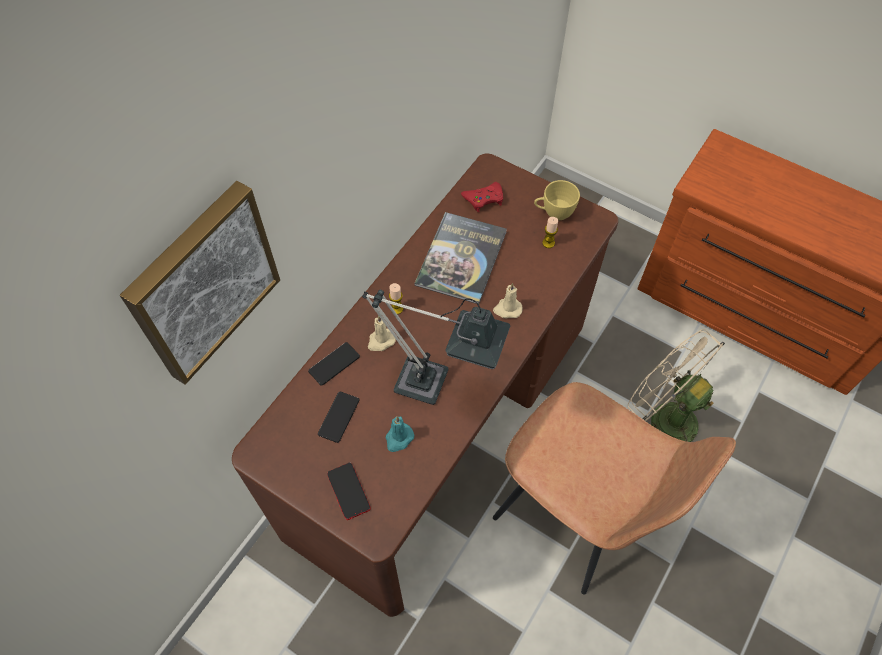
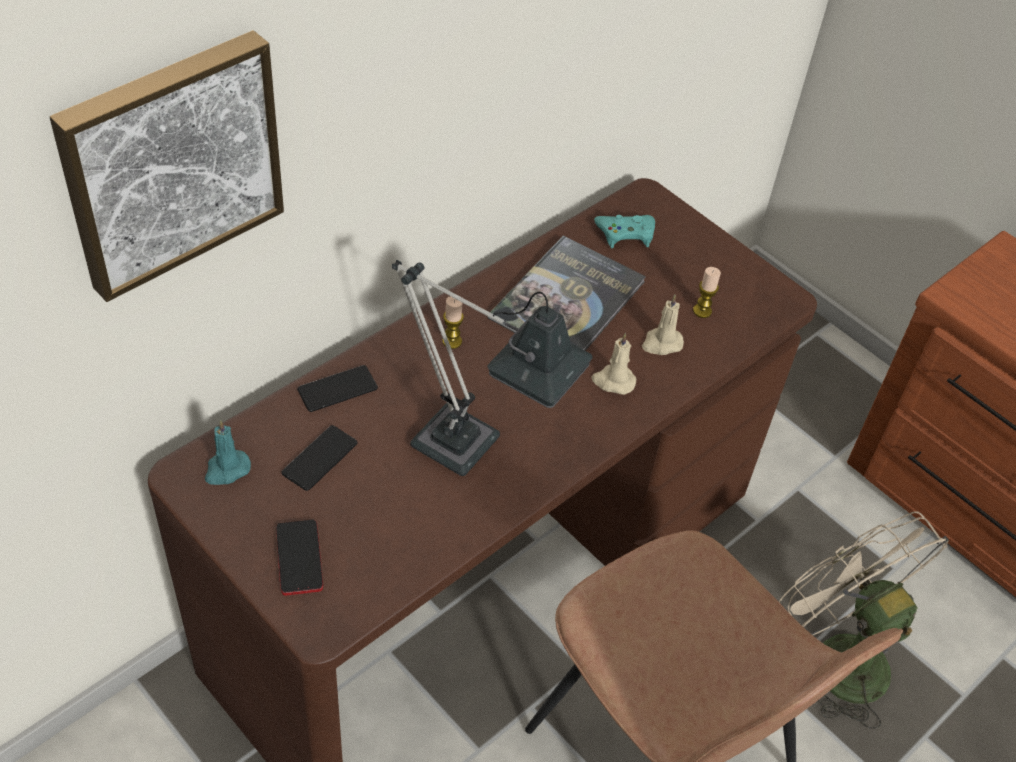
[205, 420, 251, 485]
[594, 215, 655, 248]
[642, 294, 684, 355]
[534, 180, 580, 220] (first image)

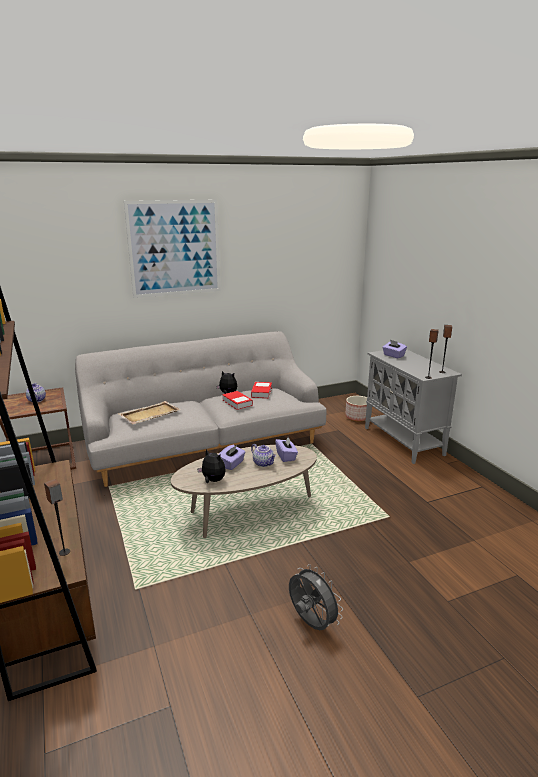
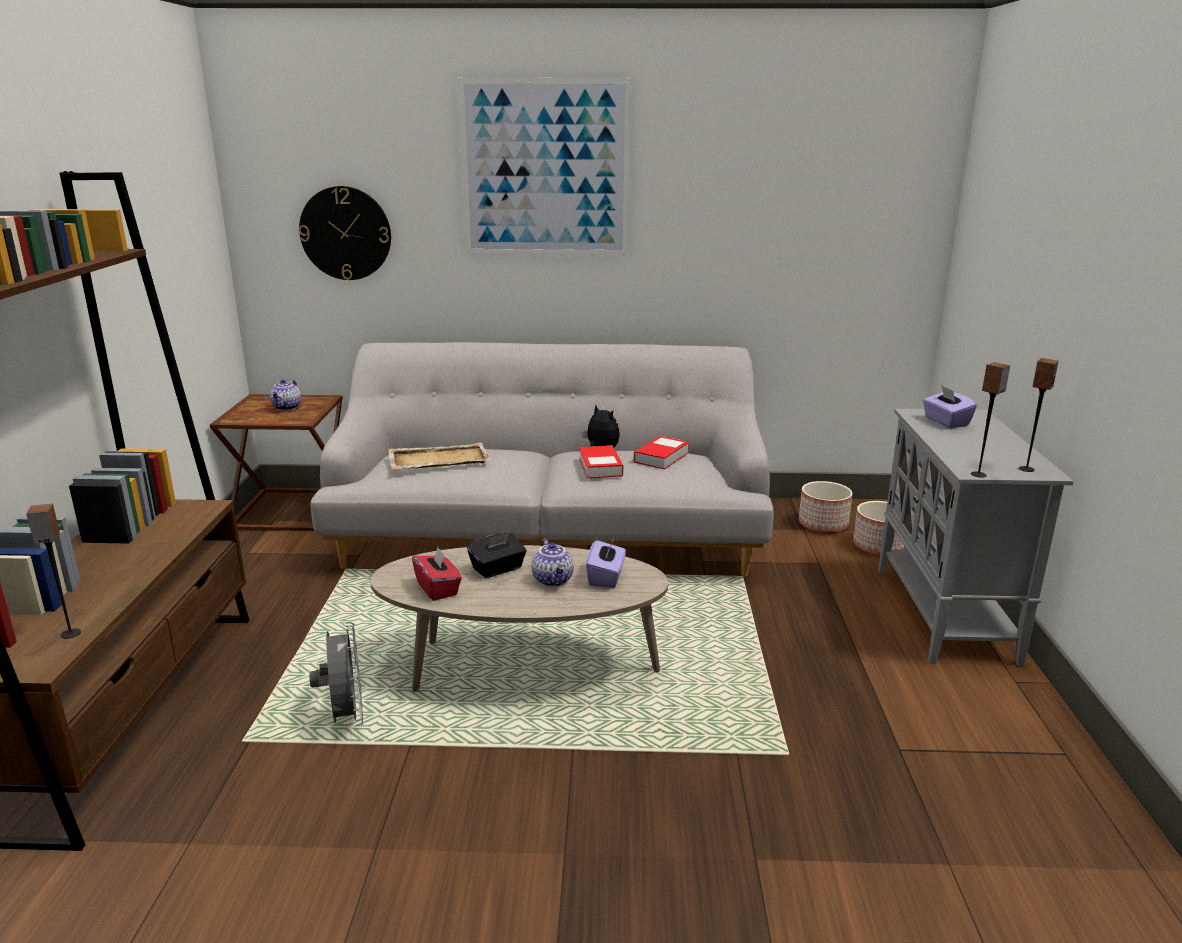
[299, 186, 391, 280]
[309, 622, 363, 726]
[412, 547, 462, 601]
[467, 533, 527, 578]
[799, 481, 853, 533]

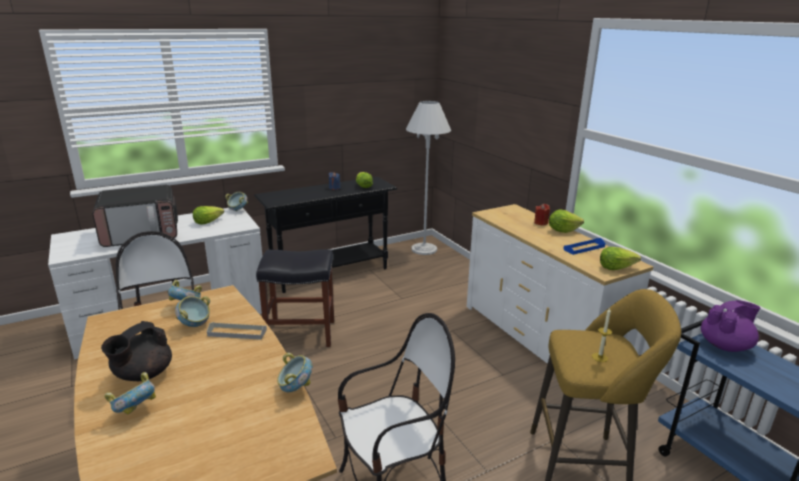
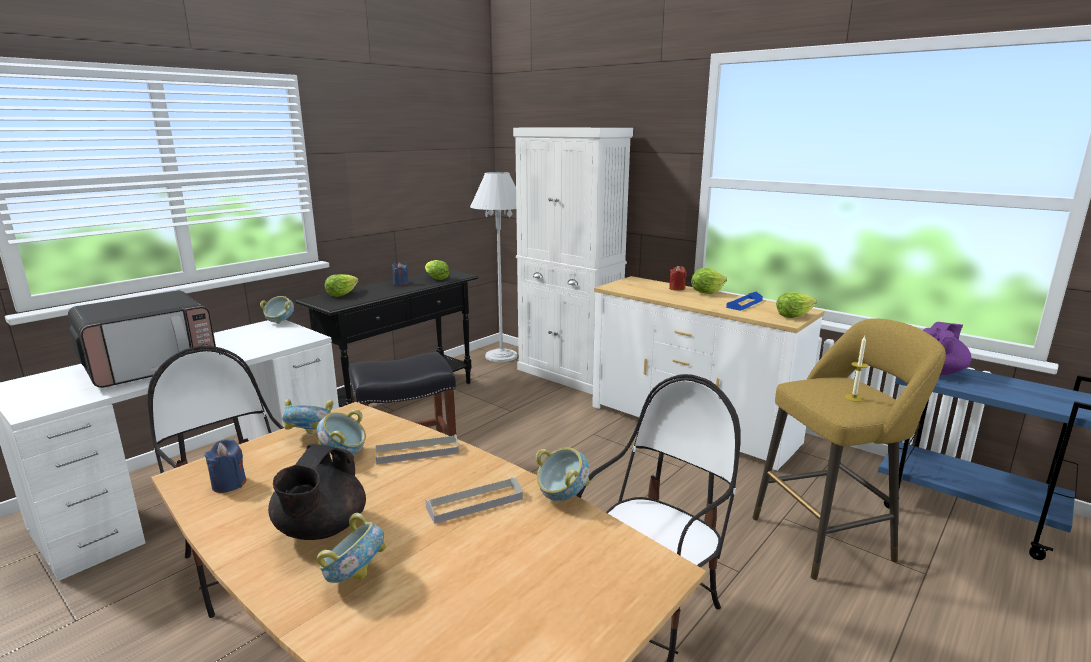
[204, 439, 246, 493]
[325, 274, 359, 297]
[425, 477, 523, 524]
[513, 127, 633, 395]

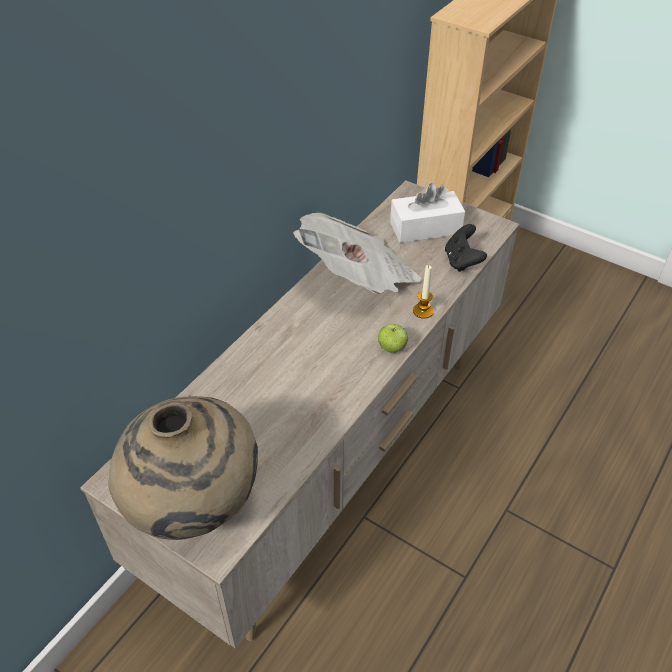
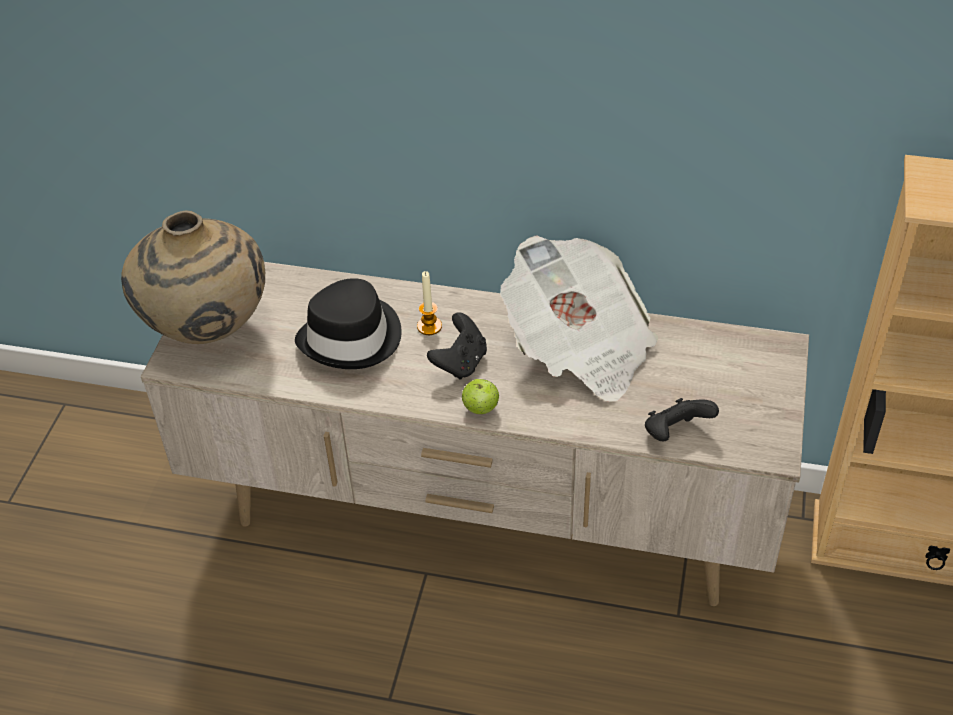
[295, 278, 402, 369]
[417, 271, 442, 335]
[427, 312, 487, 380]
[390, 183, 465, 243] (first image)

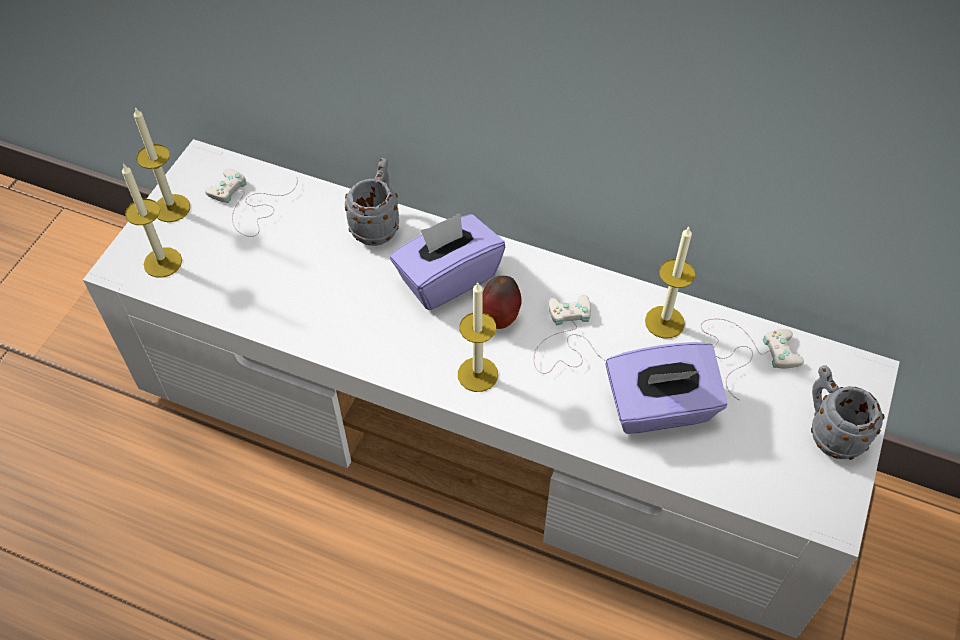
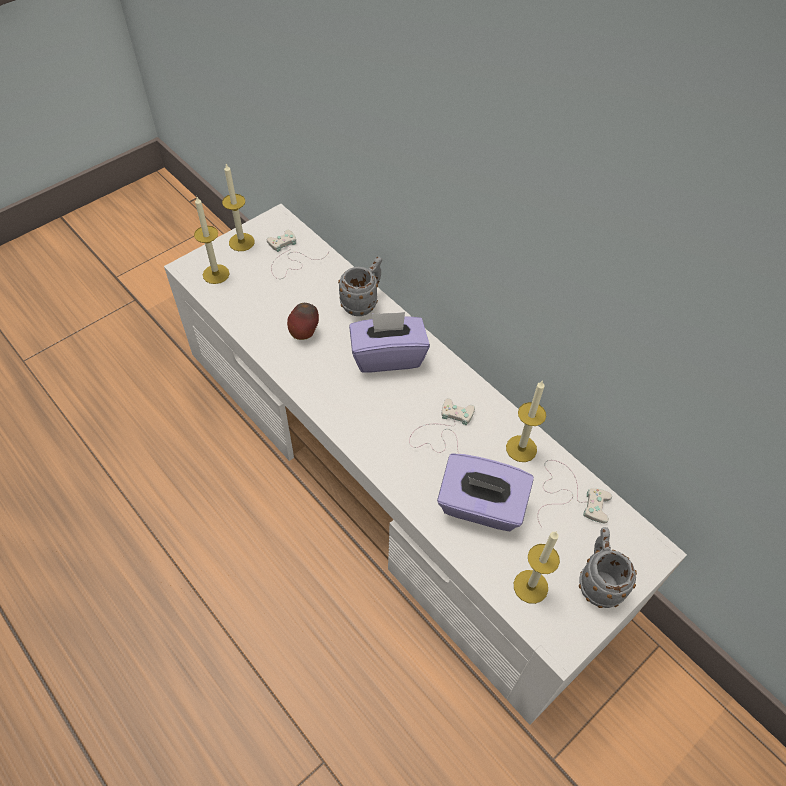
[287, 303, 319, 340]
[514, 531, 560, 604]

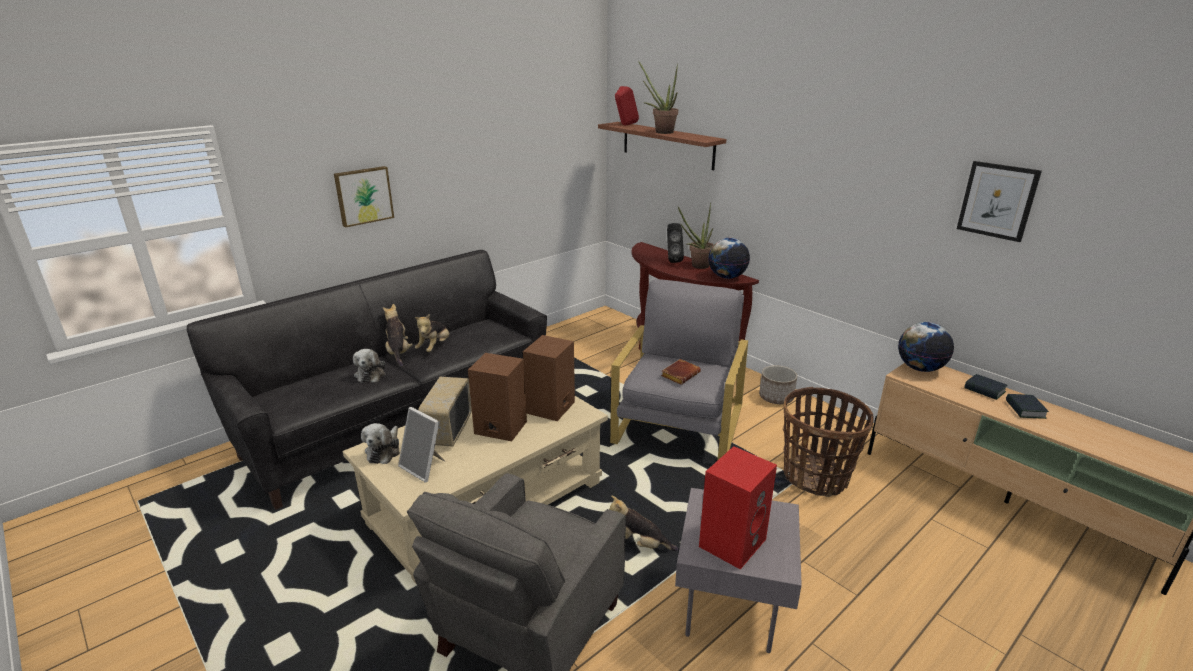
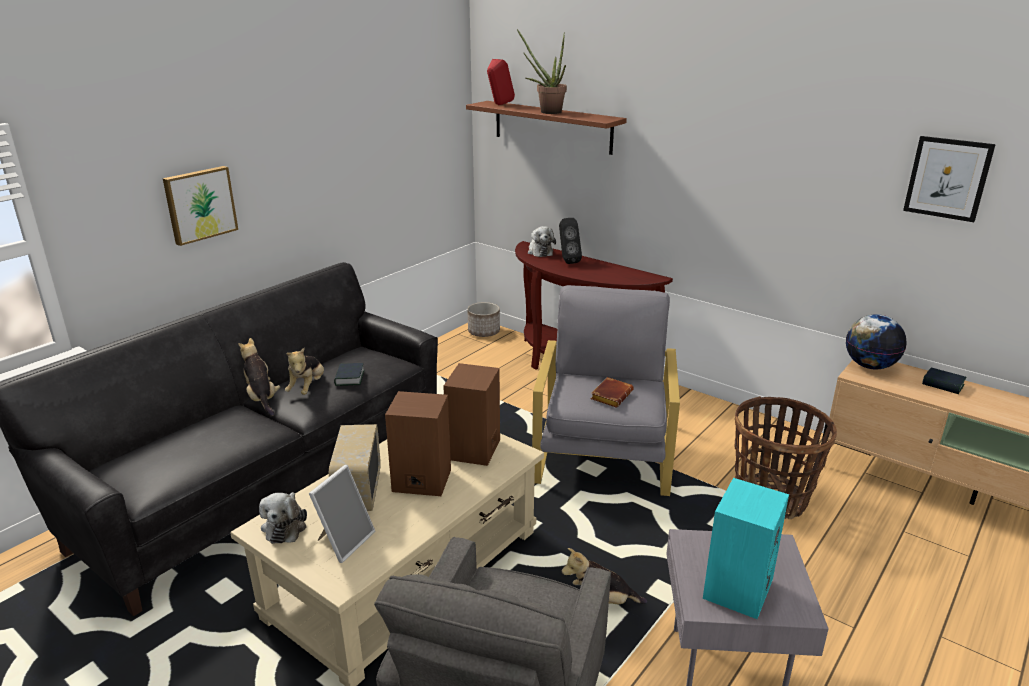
[309, 465, 375, 563]
[334, 363, 365, 386]
[467, 302, 500, 337]
[528, 226, 556, 257]
[703, 478, 789, 619]
[678, 203, 714, 269] (first image)
[708, 238, 750, 279] (first image)

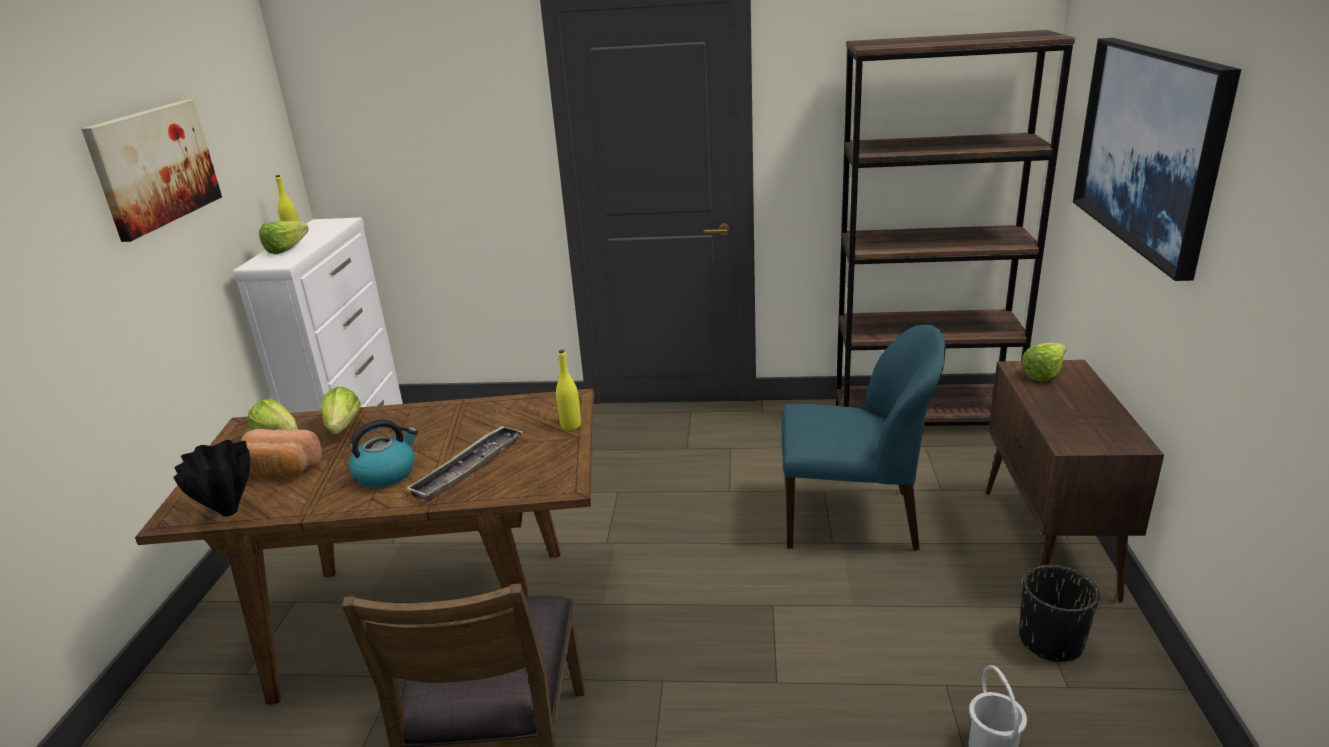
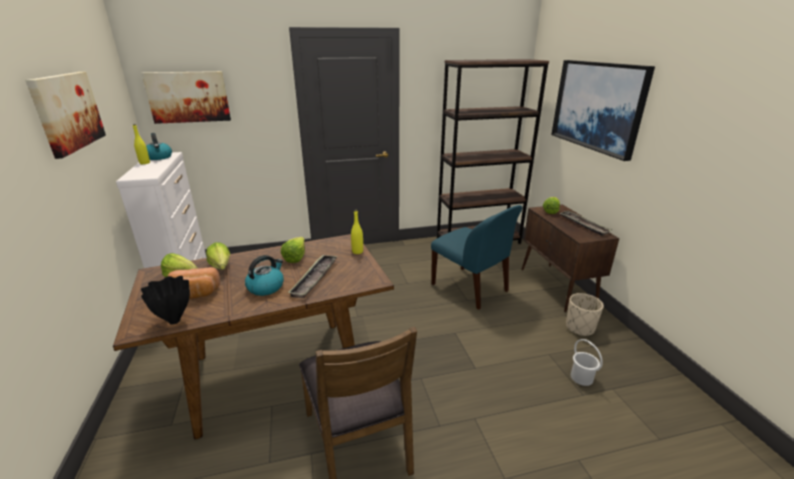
[142, 71, 231, 124]
[146, 133, 172, 160]
[281, 237, 305, 263]
[431, 205, 523, 310]
[560, 211, 612, 236]
[566, 293, 604, 336]

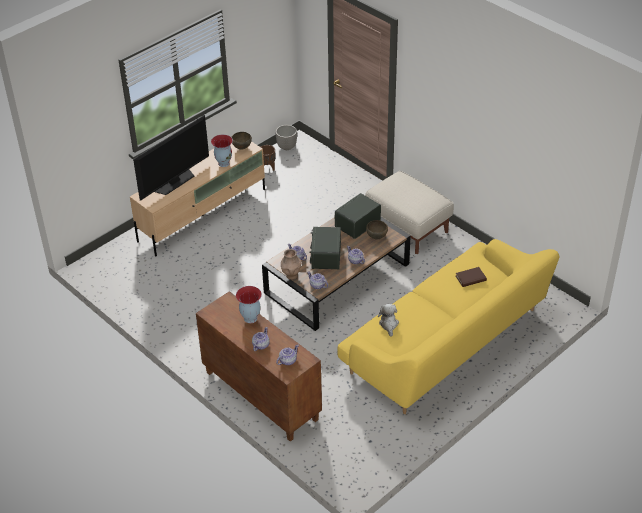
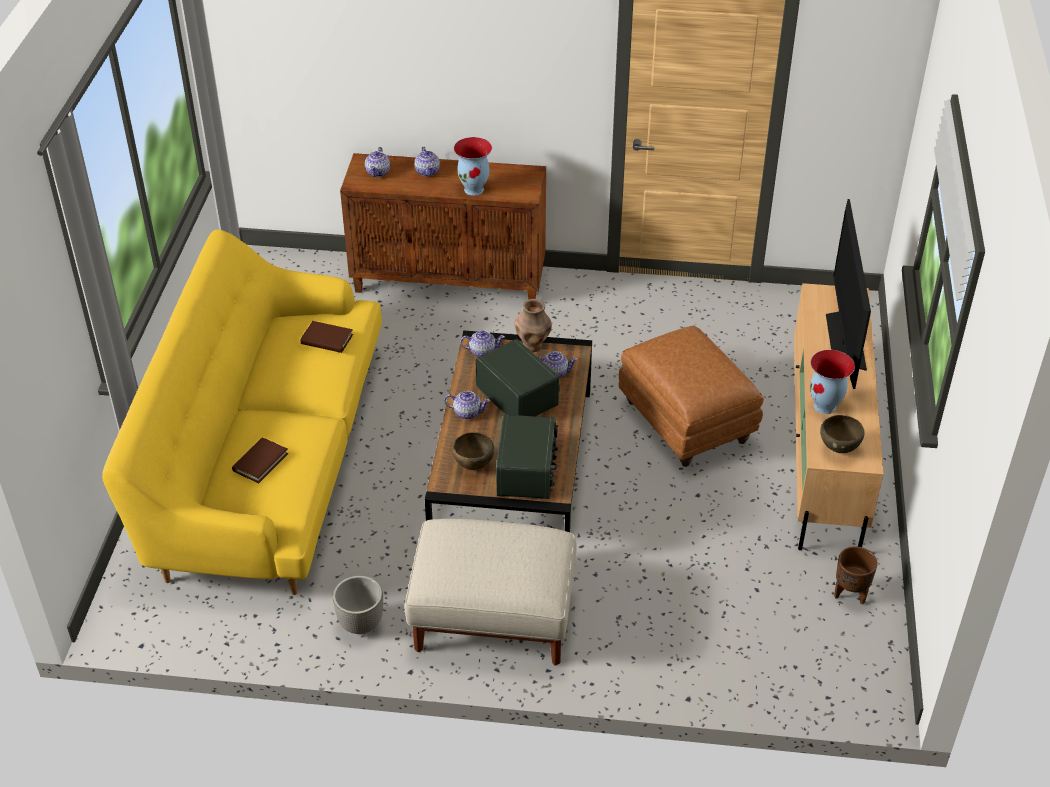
[300, 321, 353, 353]
[333, 576, 383, 634]
[619, 326, 764, 467]

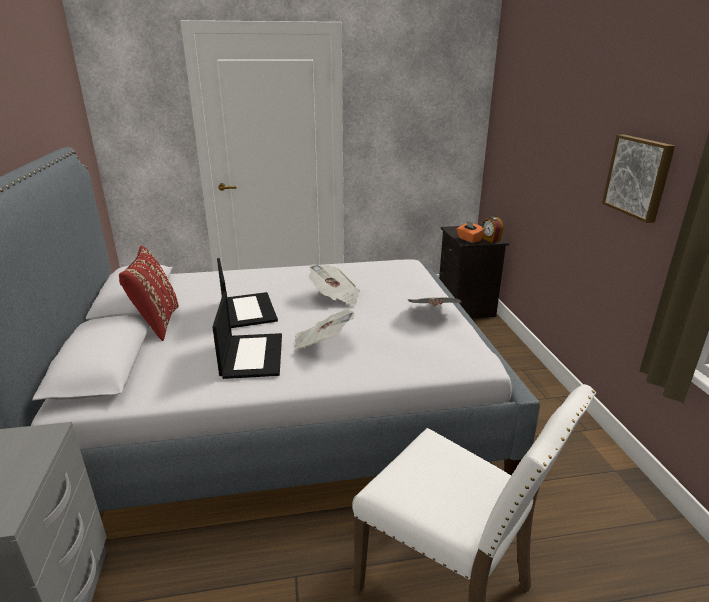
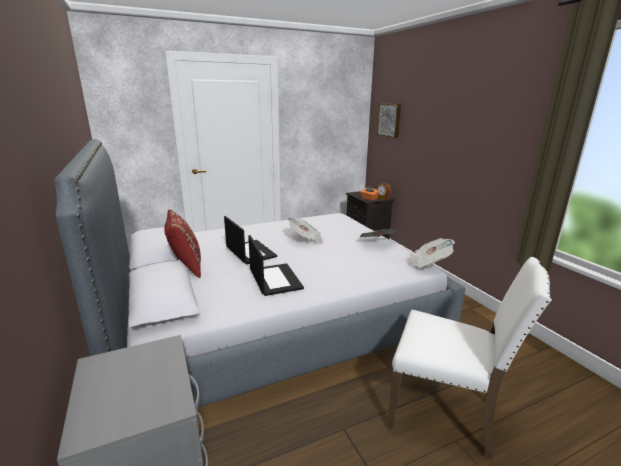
[377, 103, 401, 138]
[405, 238, 455, 269]

